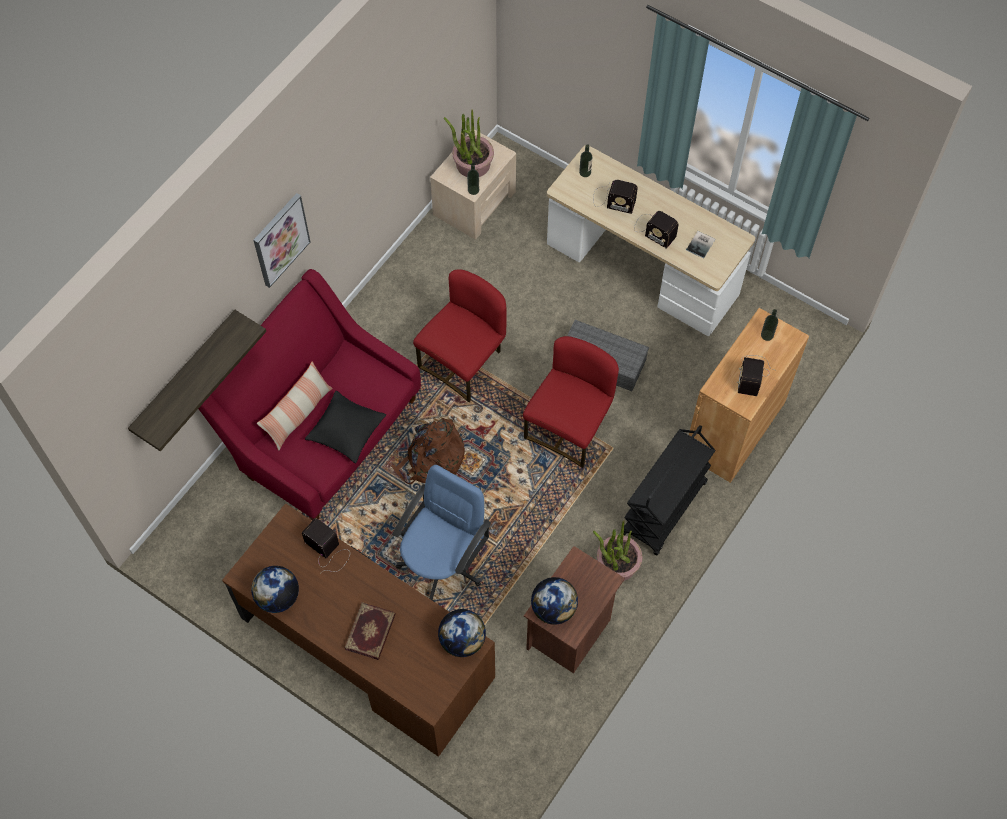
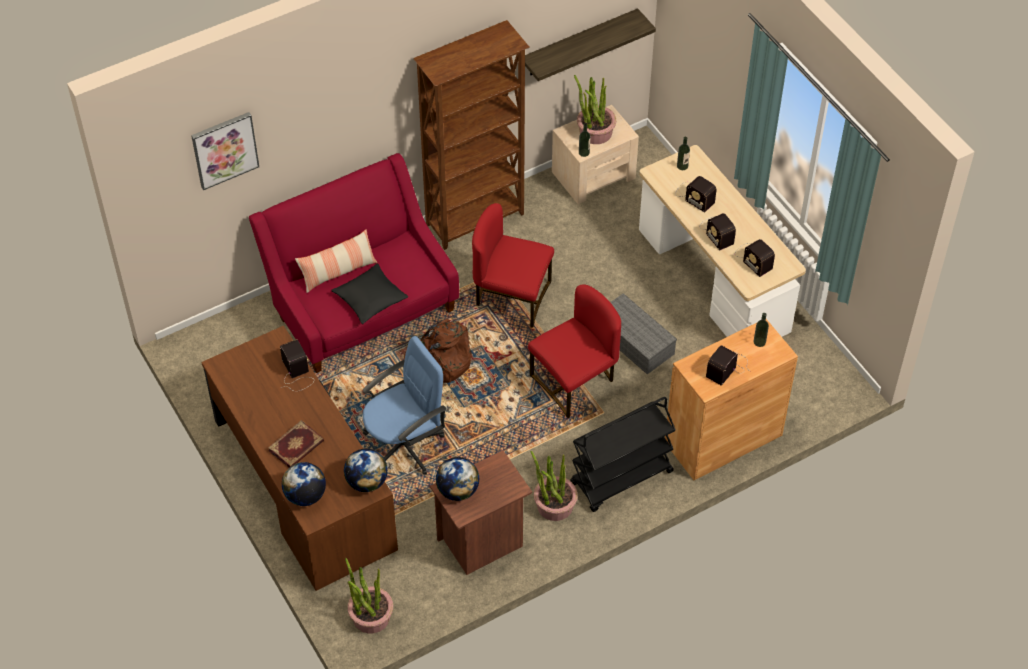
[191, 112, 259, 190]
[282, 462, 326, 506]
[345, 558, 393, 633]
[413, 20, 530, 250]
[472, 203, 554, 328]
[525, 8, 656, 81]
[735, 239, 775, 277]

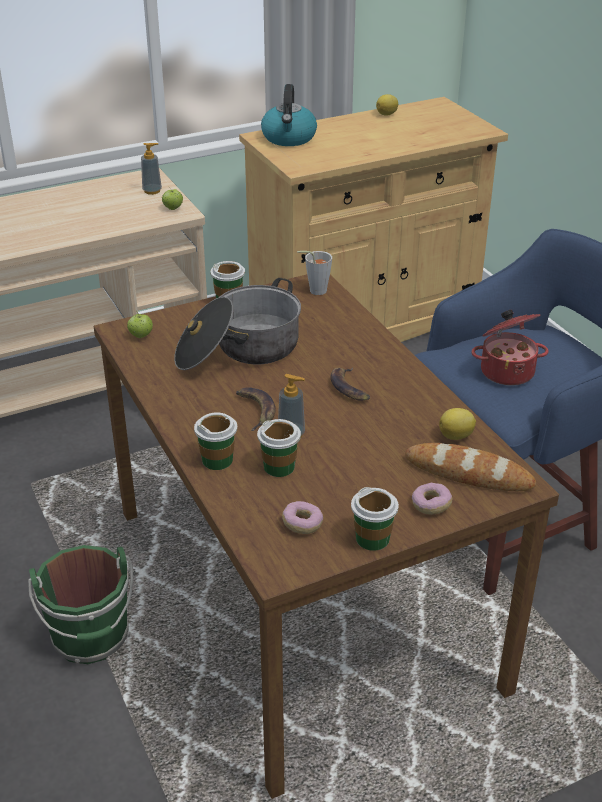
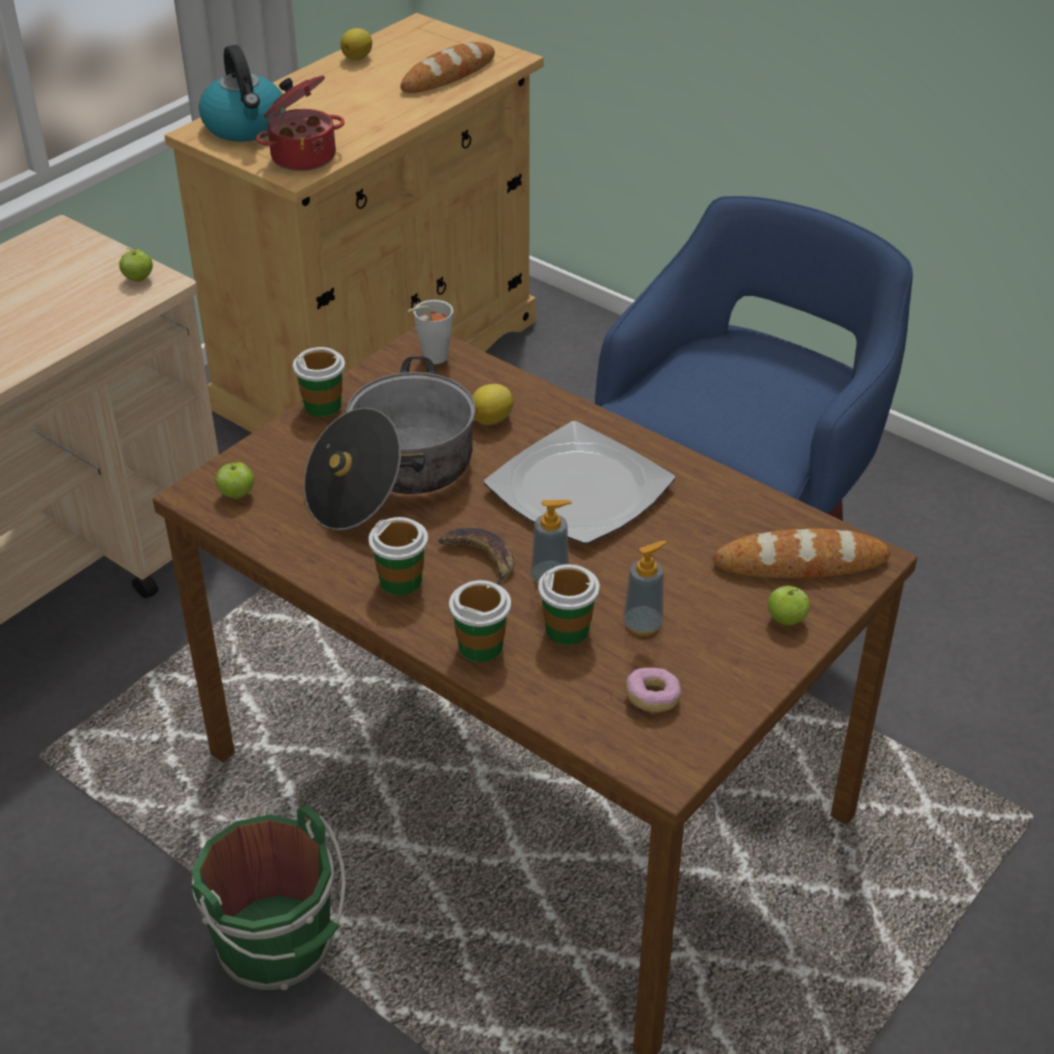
[256, 75, 345, 171]
[369, 517, 428, 595]
[400, 42, 495, 93]
[472, 384, 513, 425]
[484, 421, 675, 544]
[624, 541, 667, 636]
[768, 585, 810, 626]

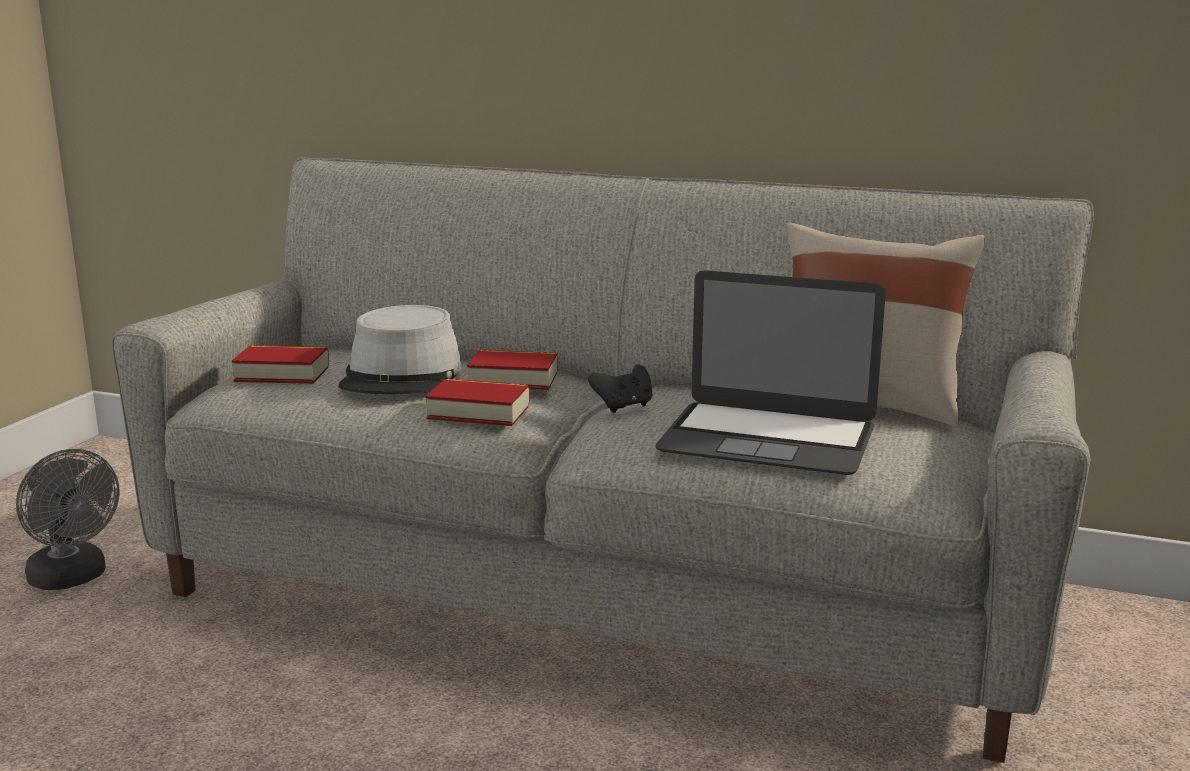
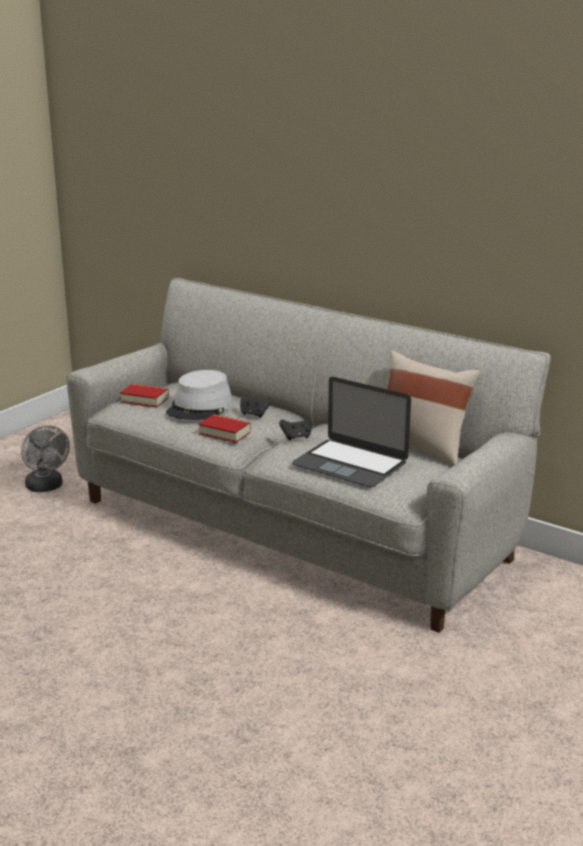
[240, 394, 271, 418]

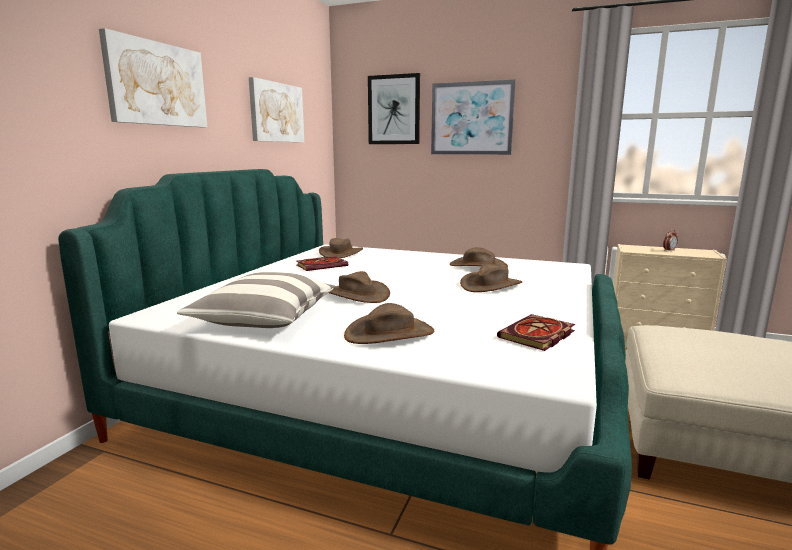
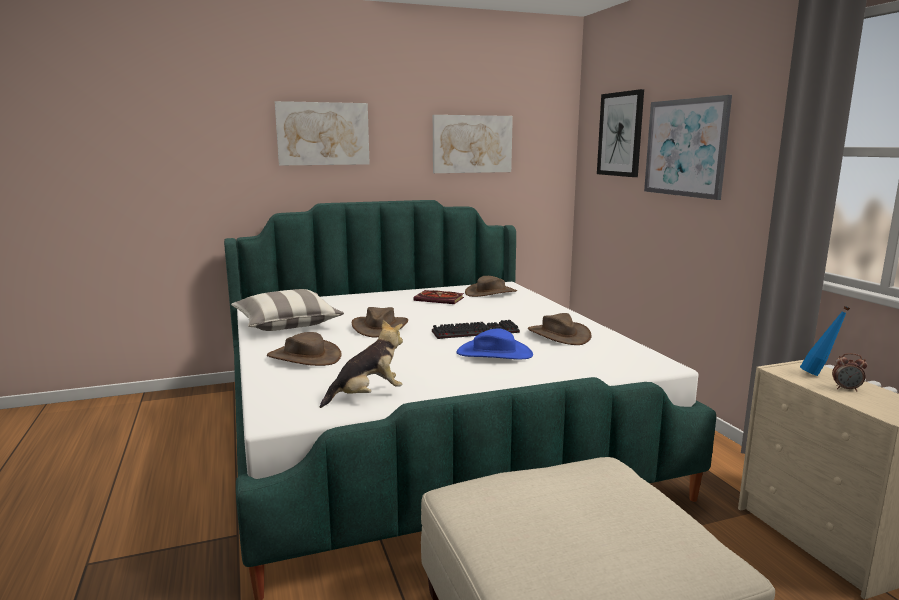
[320, 320, 403, 408]
[432, 320, 520, 339]
[456, 329, 533, 359]
[800, 306, 850, 376]

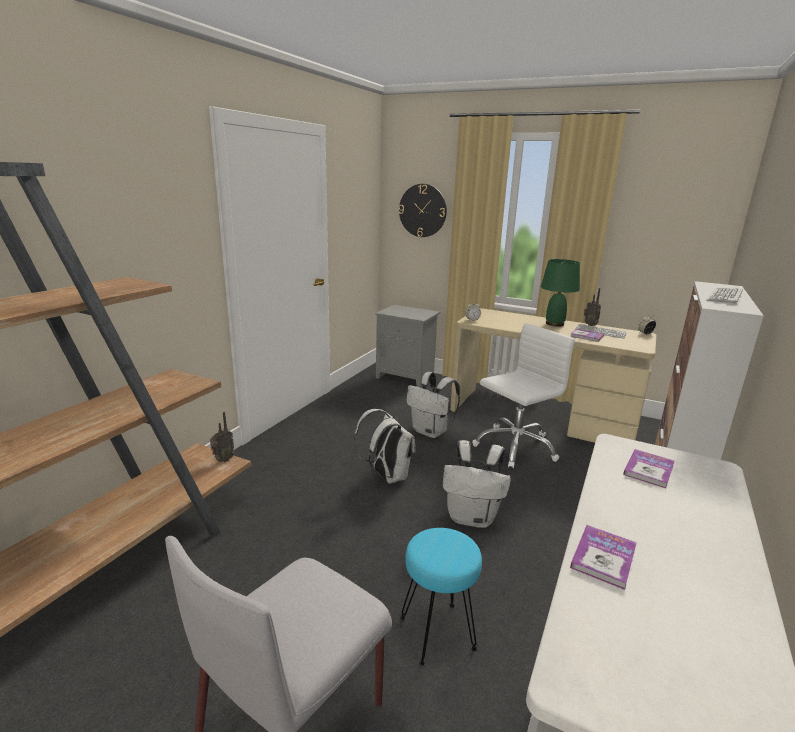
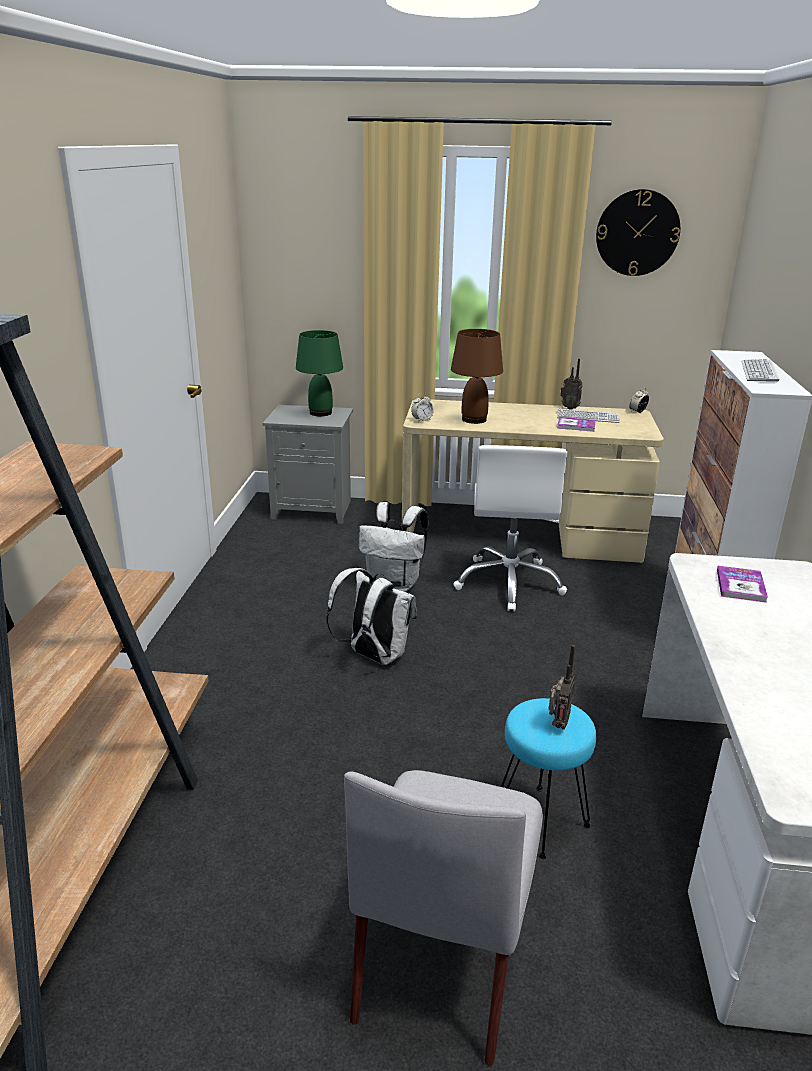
[296, 330, 343, 416]
[451, 329, 503, 424]
[453, 445, 567, 611]
[549, 645, 575, 730]
[596, 189, 680, 276]
[443, 440, 511, 528] (first image)
[570, 525, 637, 590] (first image)

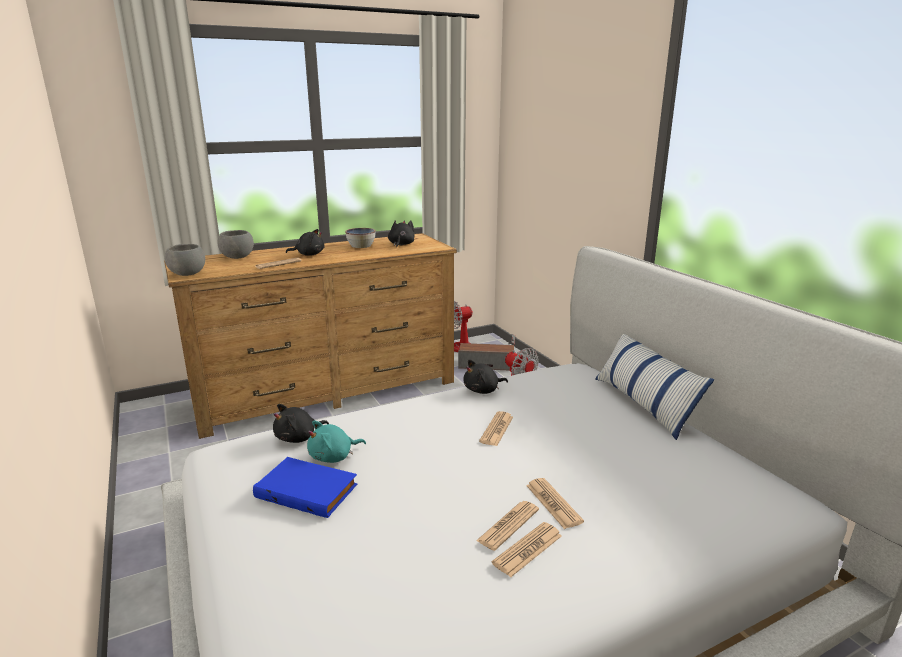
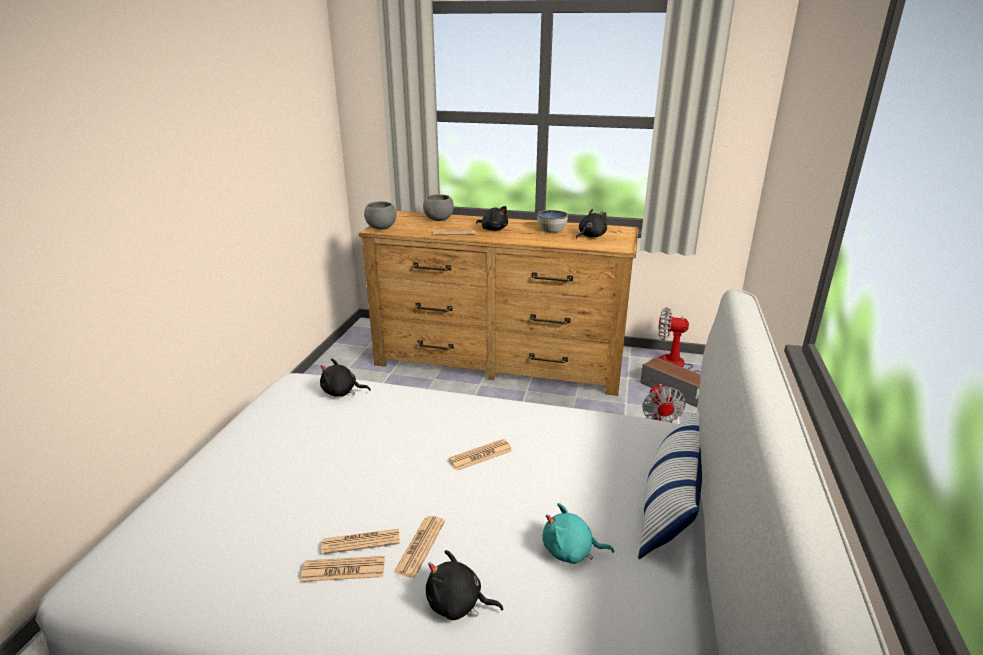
[426, 550, 503, 620]
[543, 503, 614, 564]
[253, 457, 357, 518] (first image)

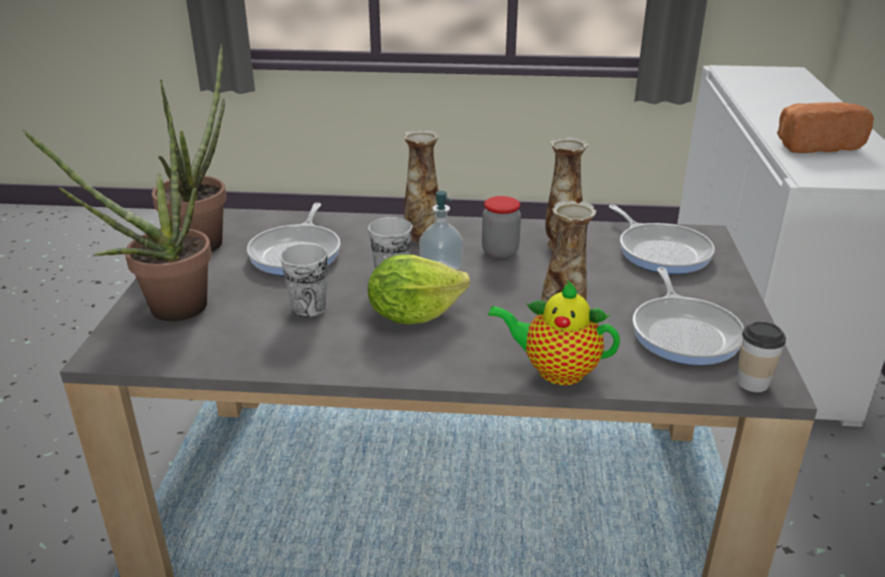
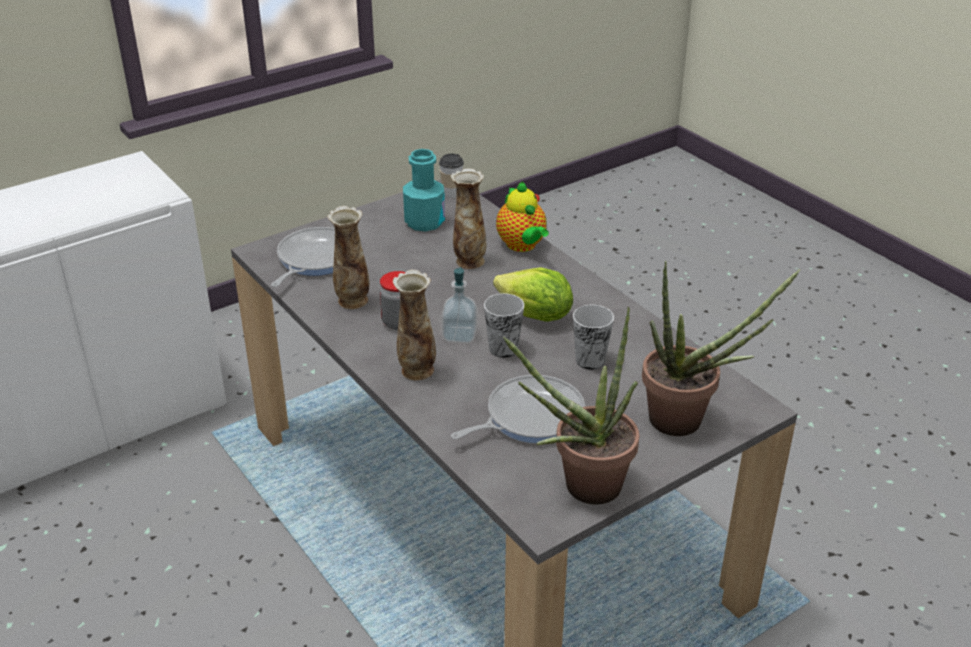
[403, 149, 445, 231]
[777, 102, 874, 153] (first image)

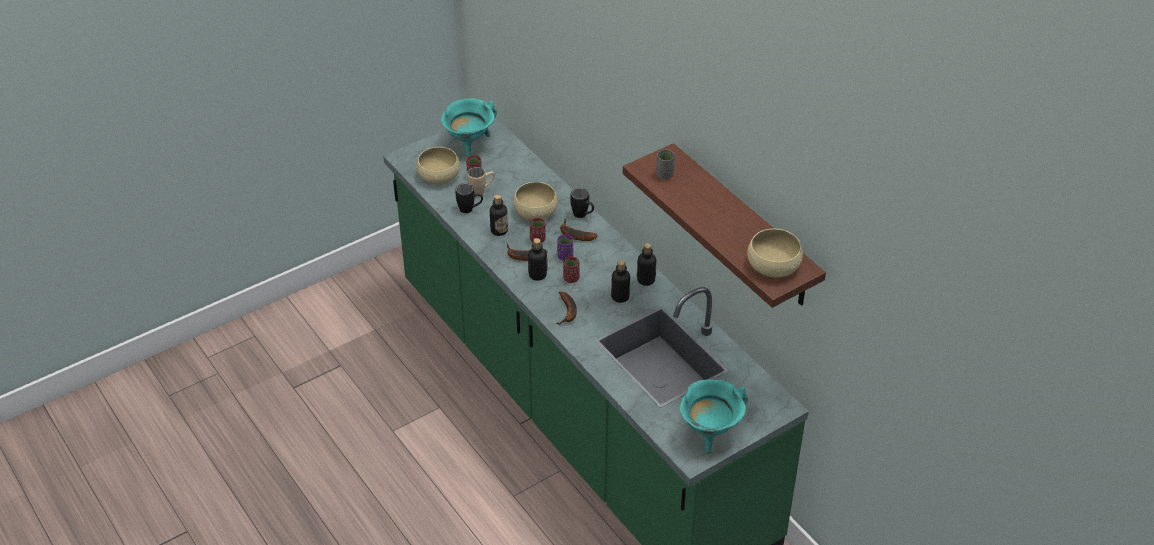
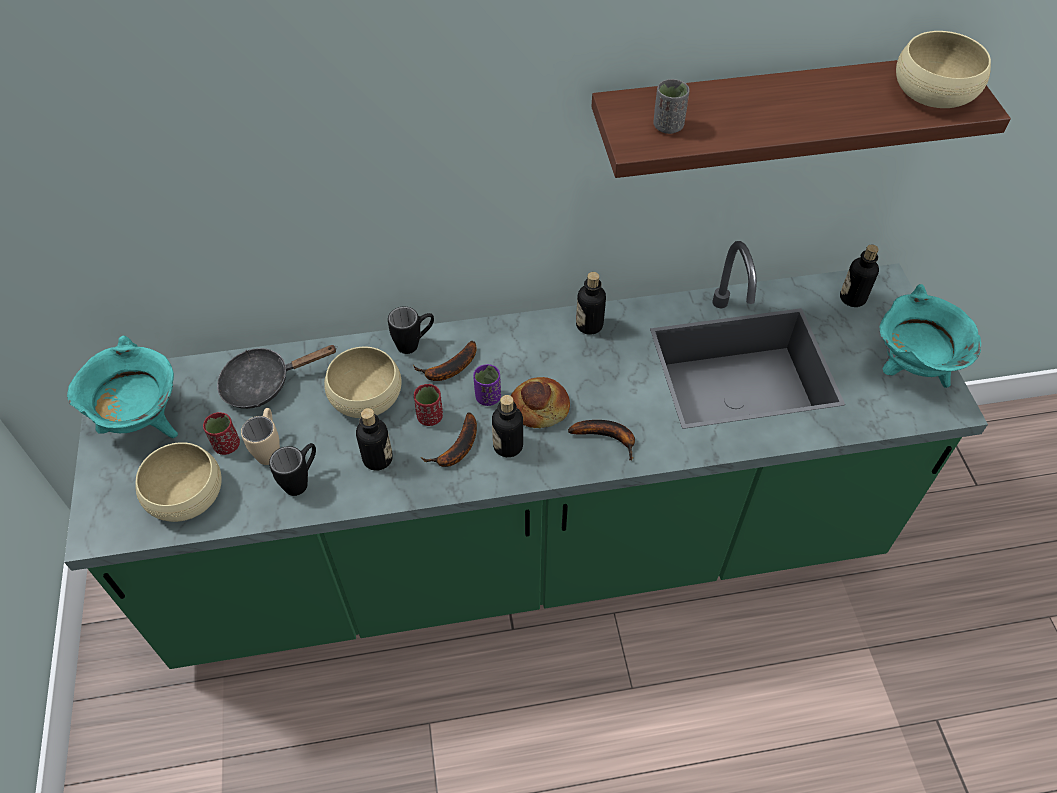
[217, 345, 337, 409]
[511, 377, 570, 428]
[840, 244, 879, 307]

